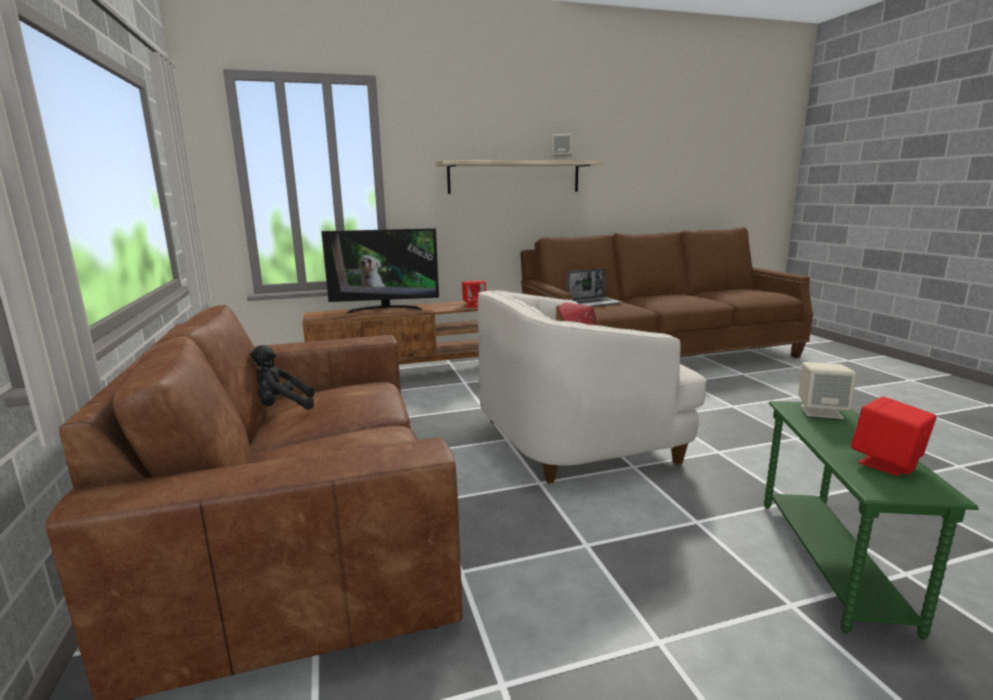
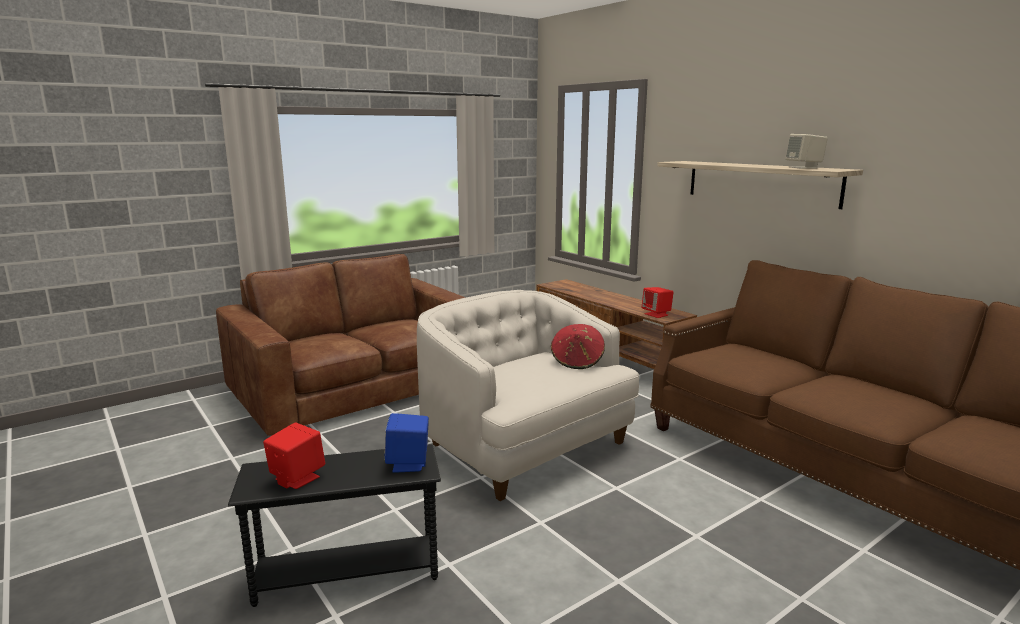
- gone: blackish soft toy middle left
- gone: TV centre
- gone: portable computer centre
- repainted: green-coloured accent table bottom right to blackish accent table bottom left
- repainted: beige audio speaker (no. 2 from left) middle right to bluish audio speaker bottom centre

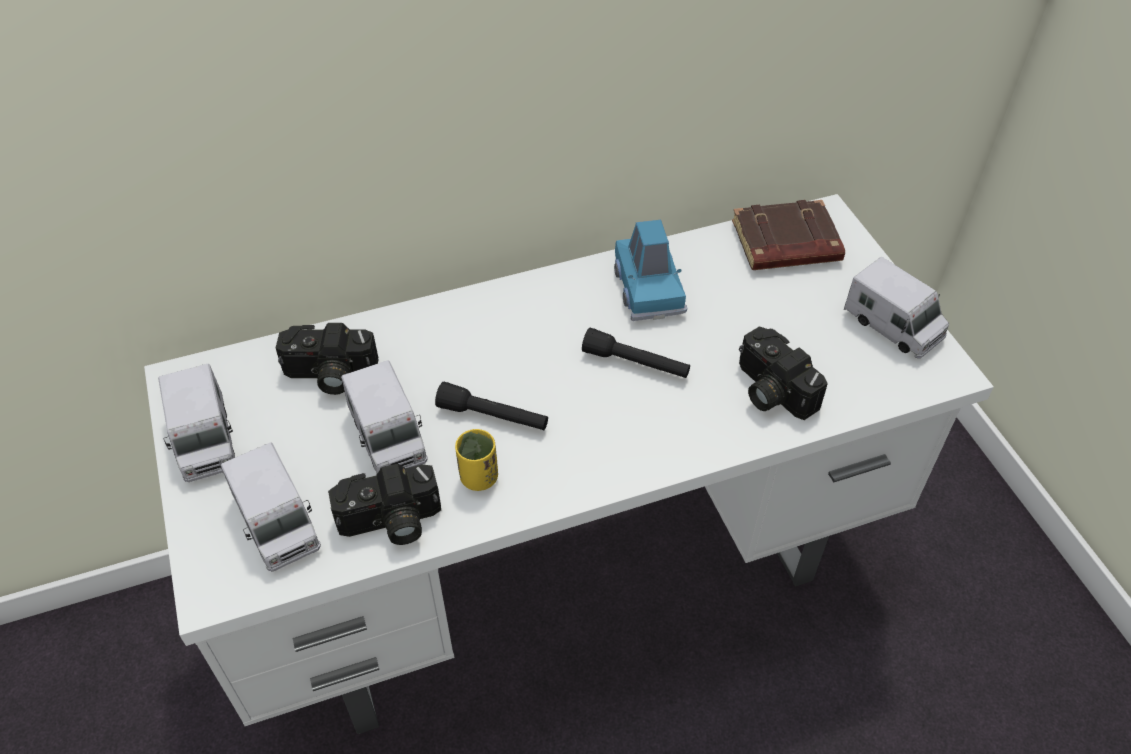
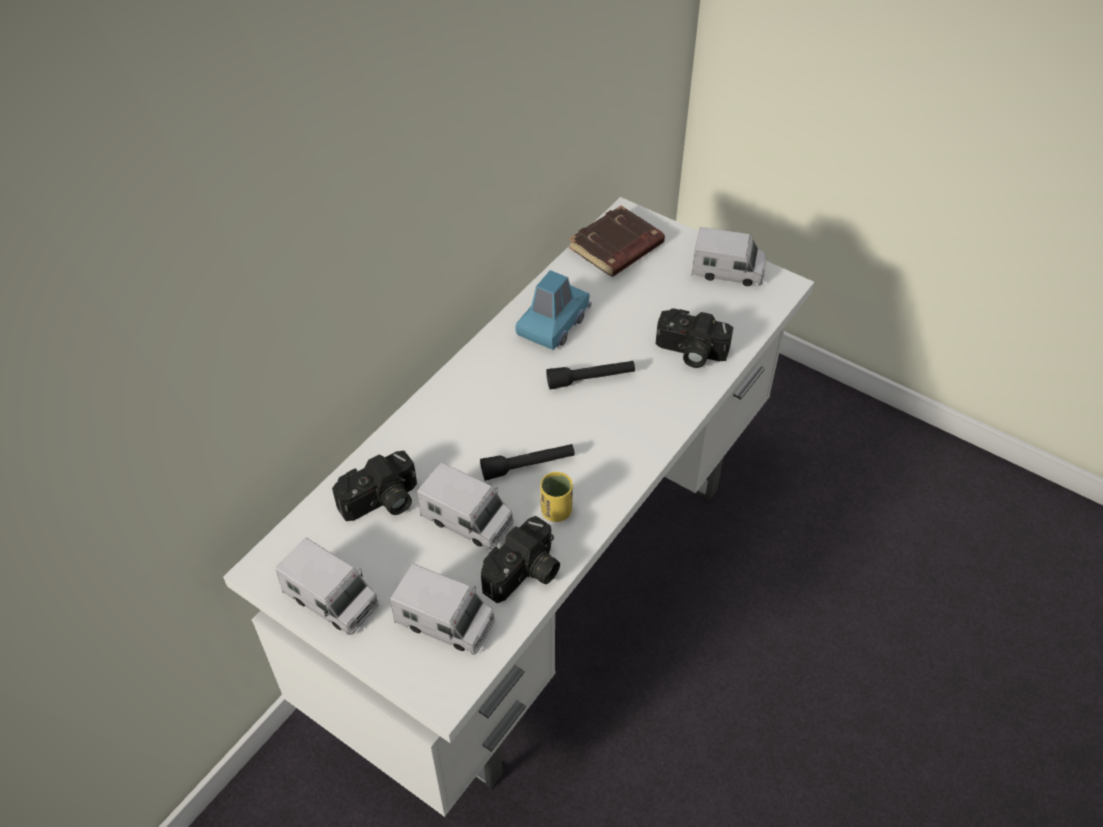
- rotated: bluish model car centre = centre 105 degrees counterclockwise

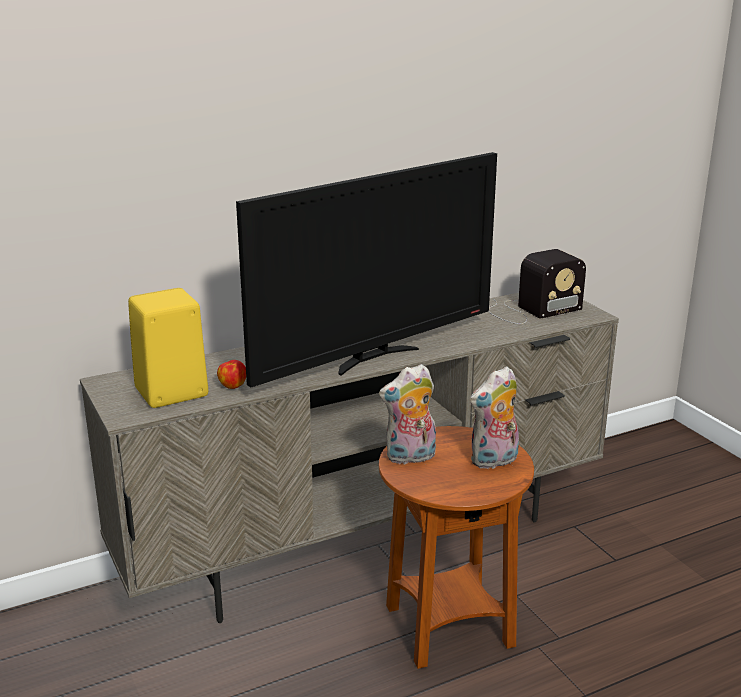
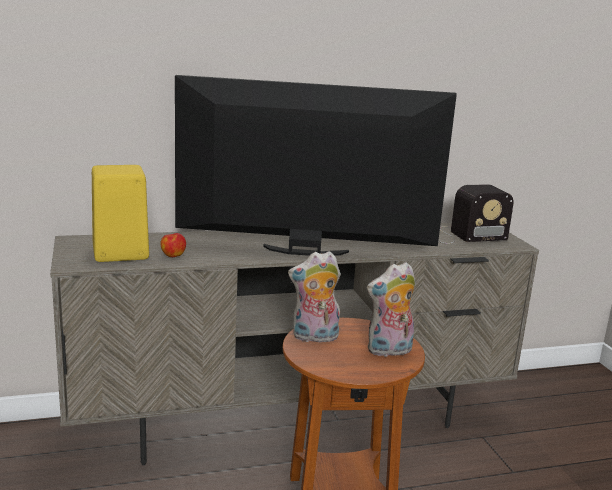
- rotated: TV centre = centre 150 degrees counterclockwise

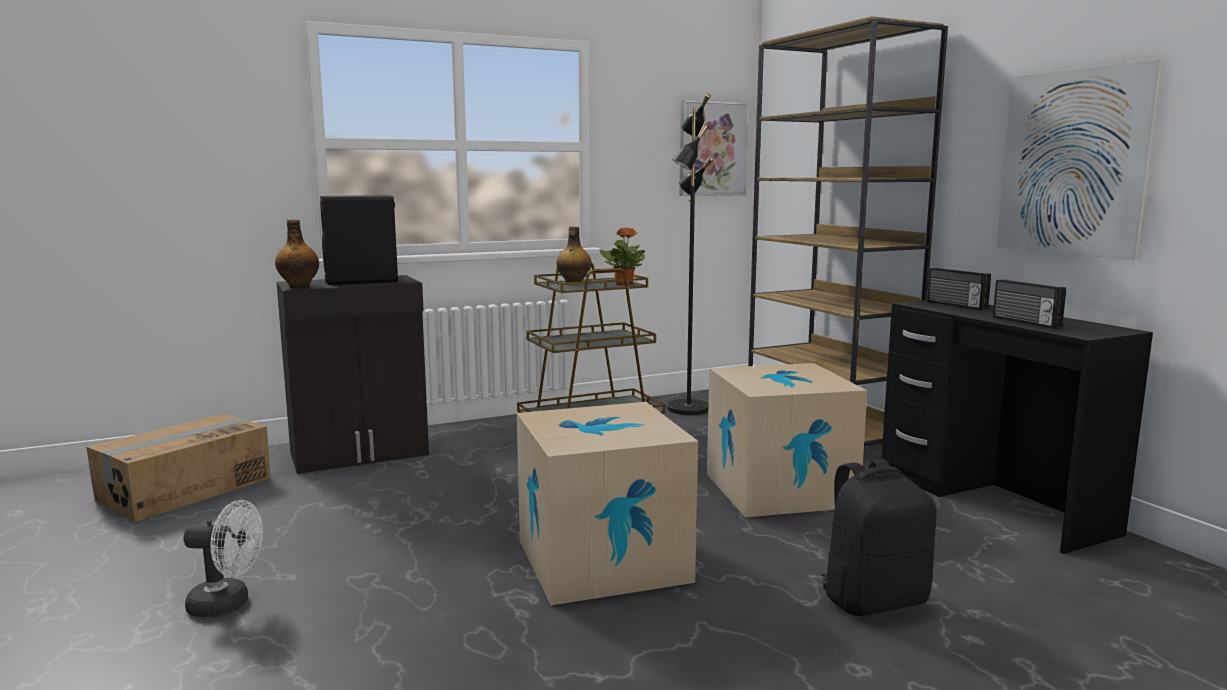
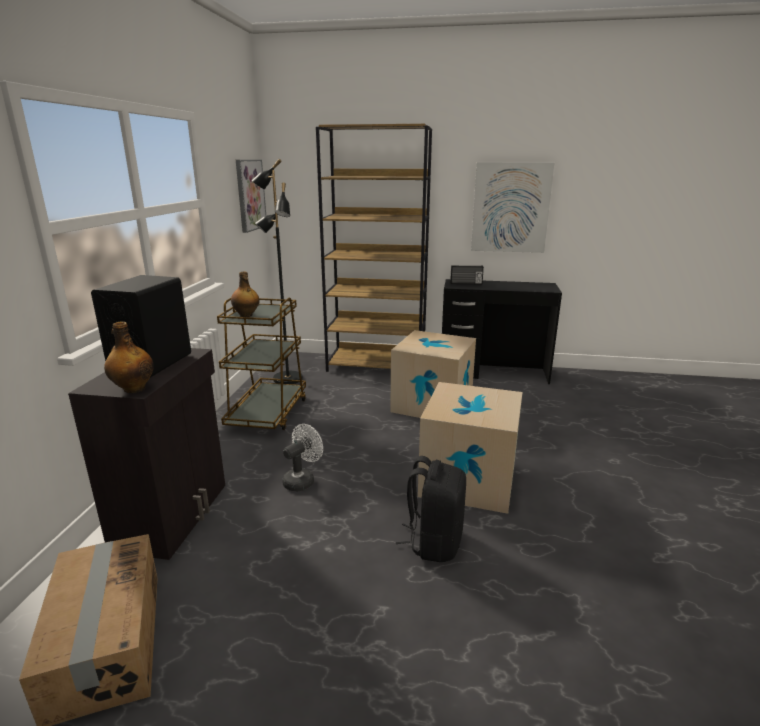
- shifted: whitish fan bottom left to centre
- gone: potted plant centre
- shifted: blackish rucksack bottom right to bottom centre
- gone: radio (no. 2 from left) middle right

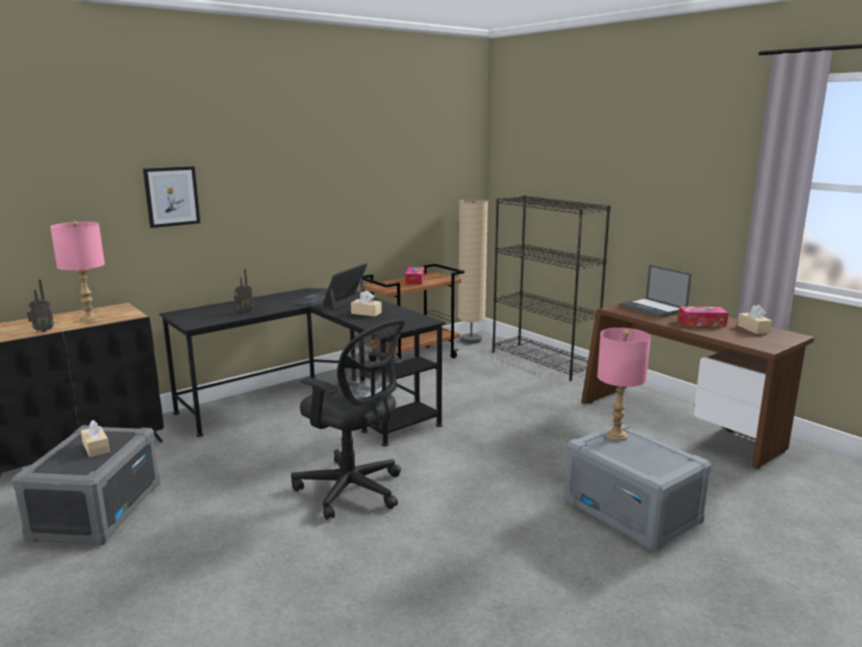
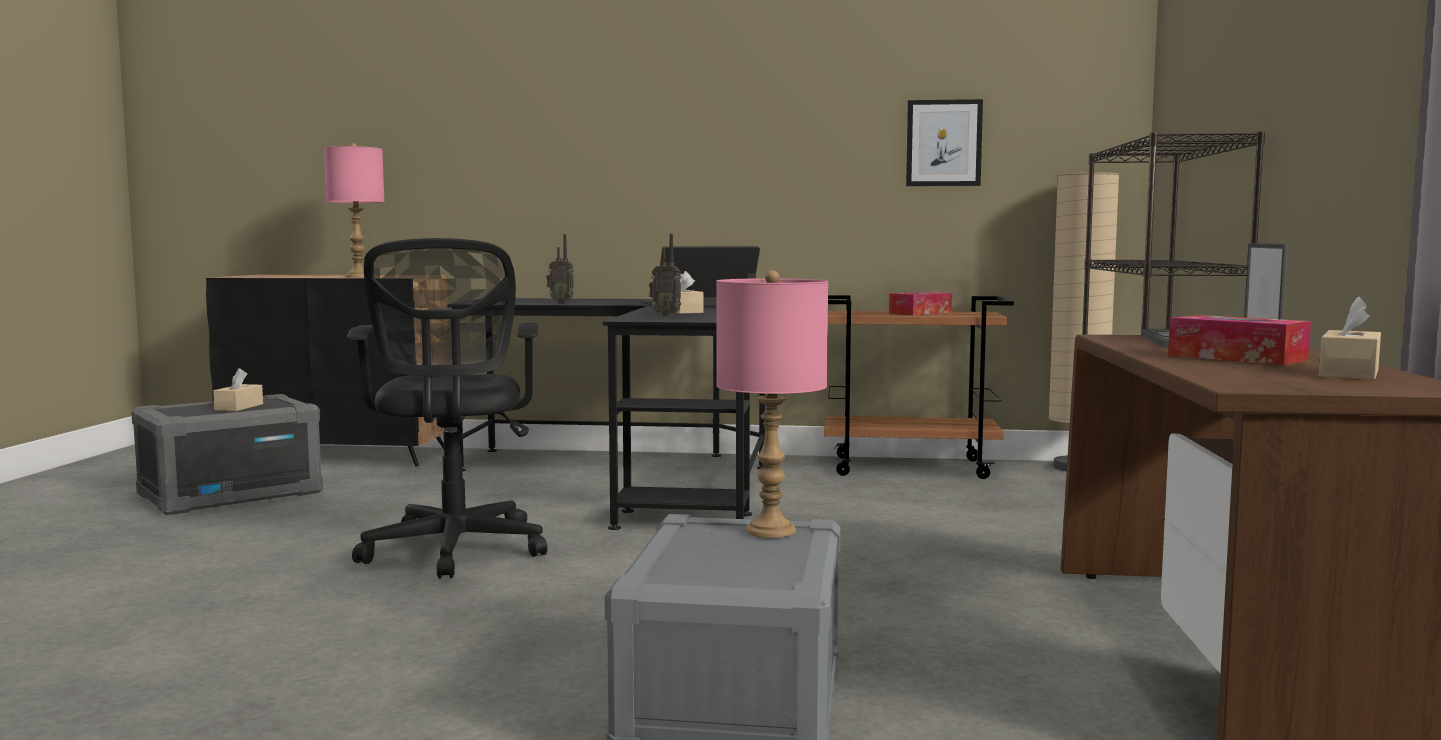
- shifted: radio (no. 1 from left in the first image) middle left to radio (no. 2 from left) centre
- shifted: wall picture top left to top centre

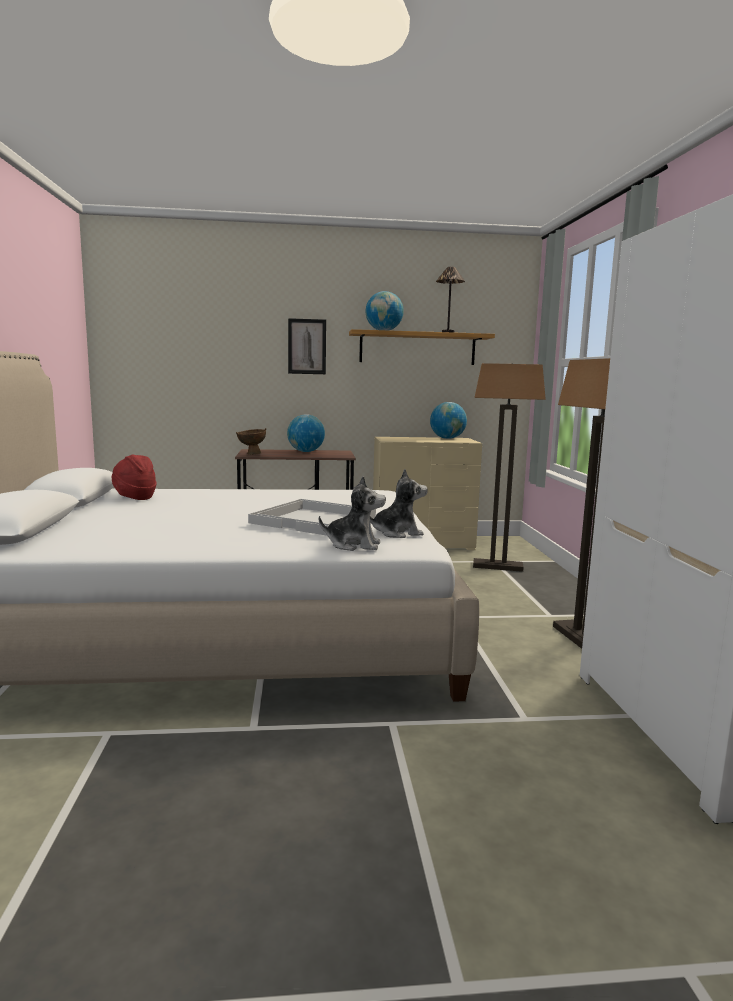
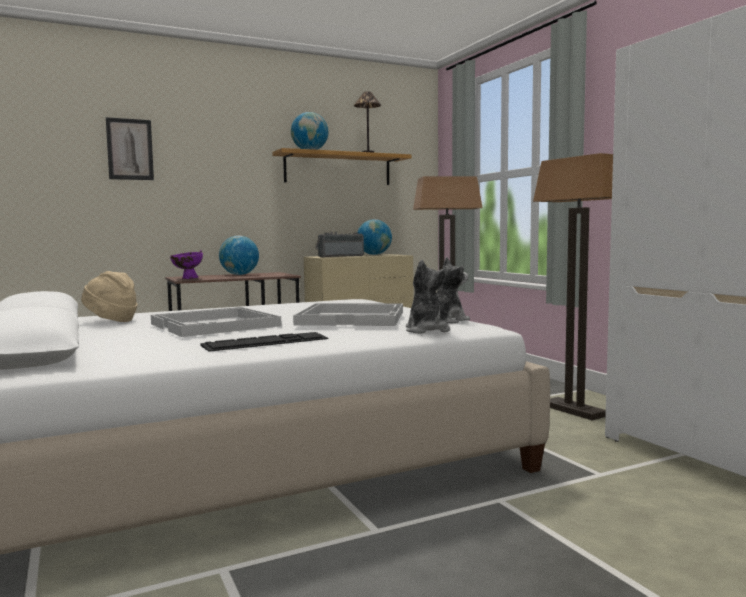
- repainted: reddish wearable hat middle left to beige wearable hat middle left
- repainted: brown bowl centre to purple bowl middle left
- shifted: wall picture centre to top left
- rotated: soft toy (no. 1 from left) centre = centre 90 degrees counterclockwise
- new: whitish serving tray (no. 1 from left) middle left
- new: keyboard centre
- new: radio centre

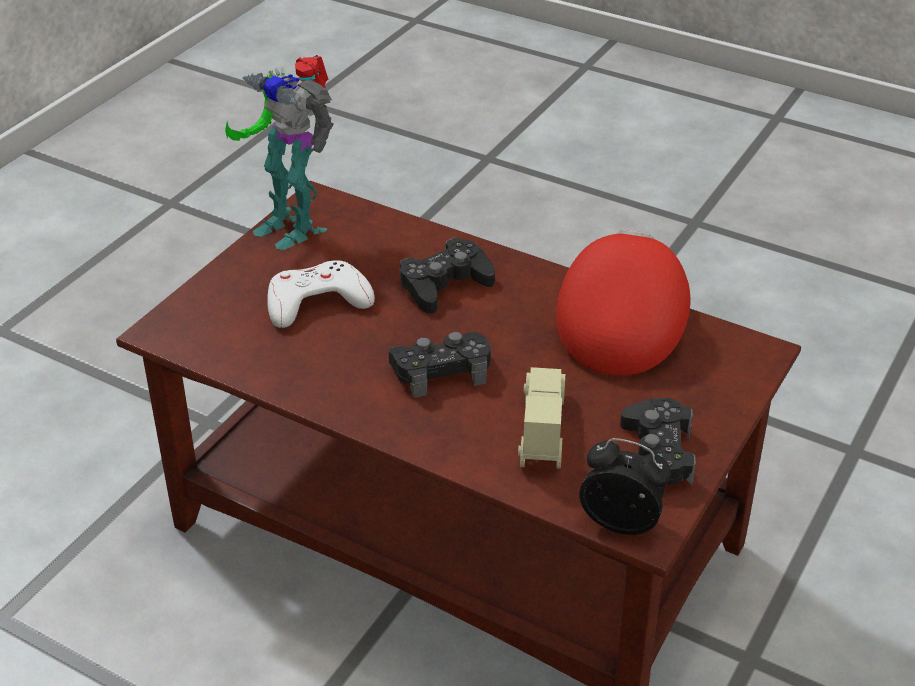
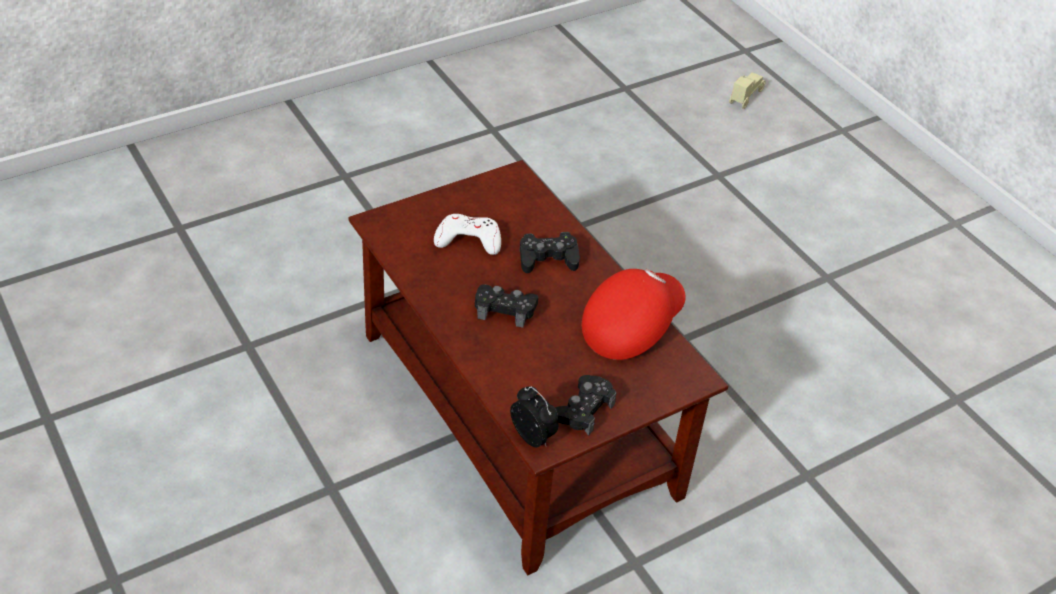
- gone: toy robot top left
- shifted: beige model car centre to top right

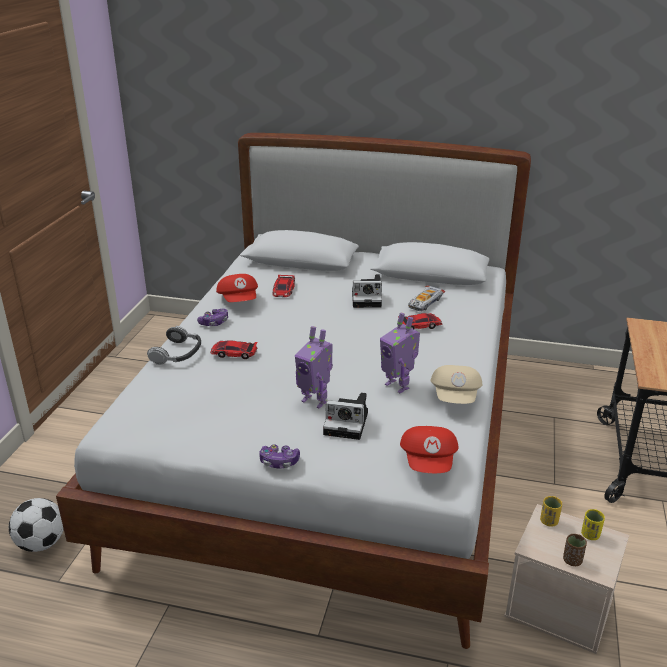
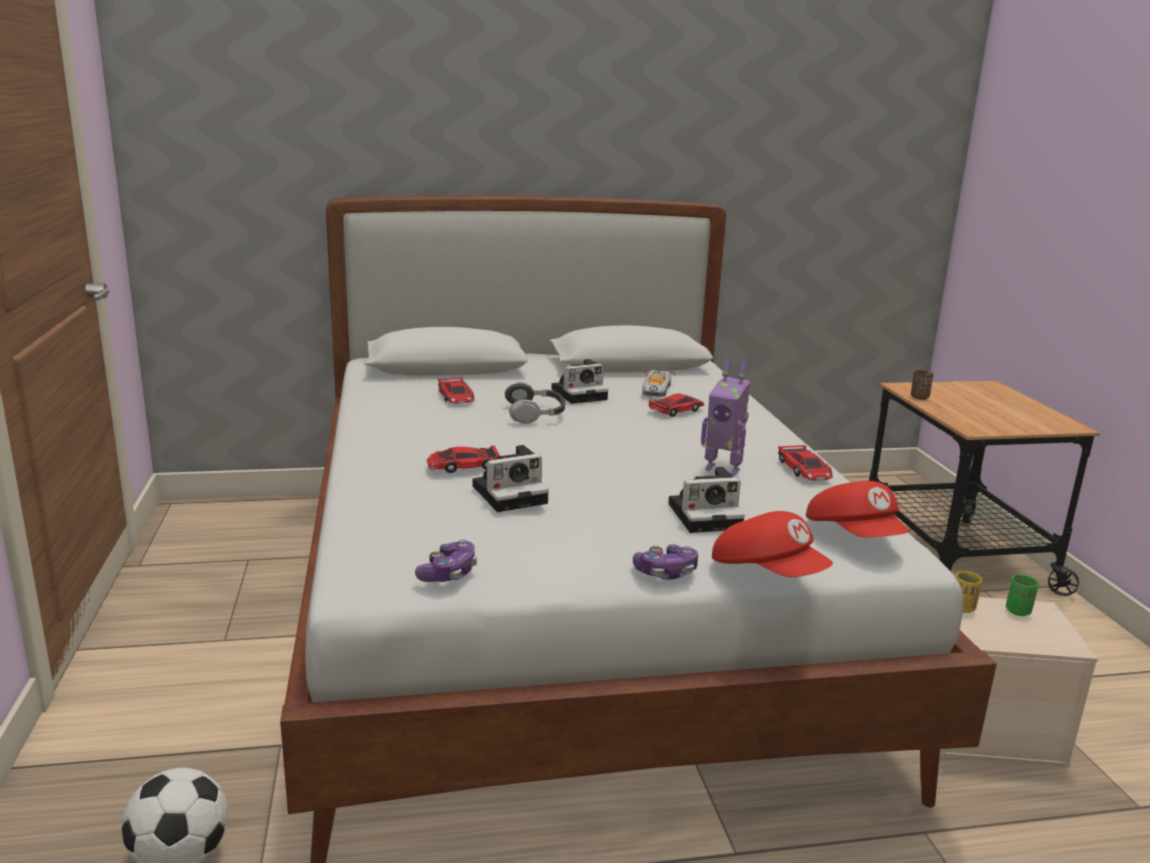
- shifted: headphones middle left to centre
- shifted: gamepad (no. 1 from left) middle left to centre
- shifted: reddish baseball cap (no. 1 from left) centre to middle right
- gone: toy robot (no. 1 from left) centre
- swapped: beige baseball cap middle right to model car (no. 5 from left) middle right
- shifted: brown small cup bottom right to middle right
- repainted: yellow small cup (no. 2 from left) bottom right to green-coloured small cup bottom right
- new: photo camera (no. 1 from left) centre

